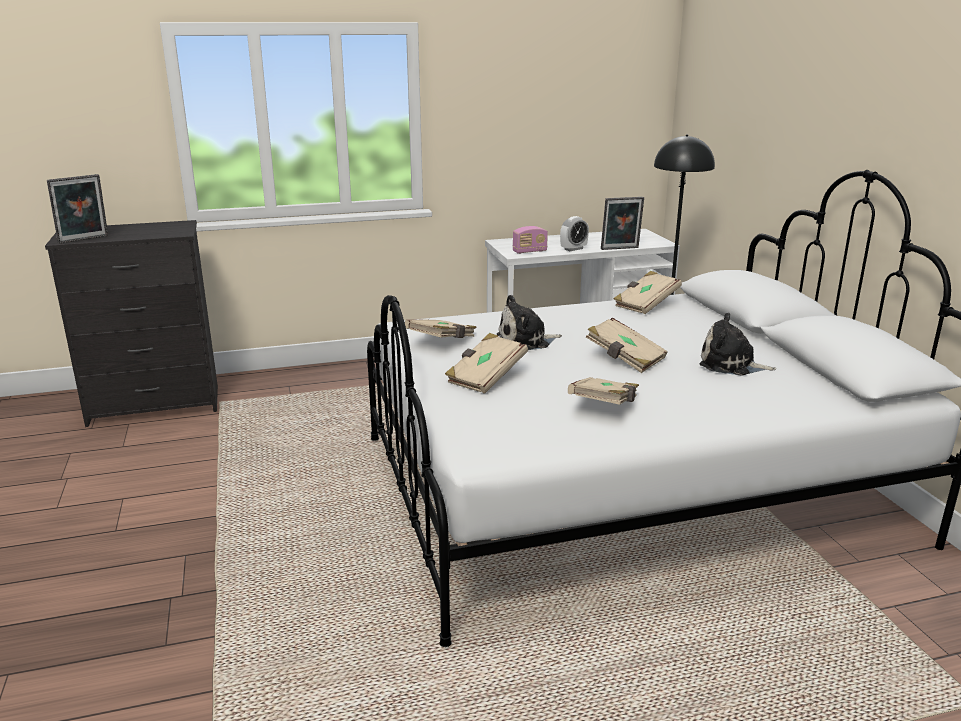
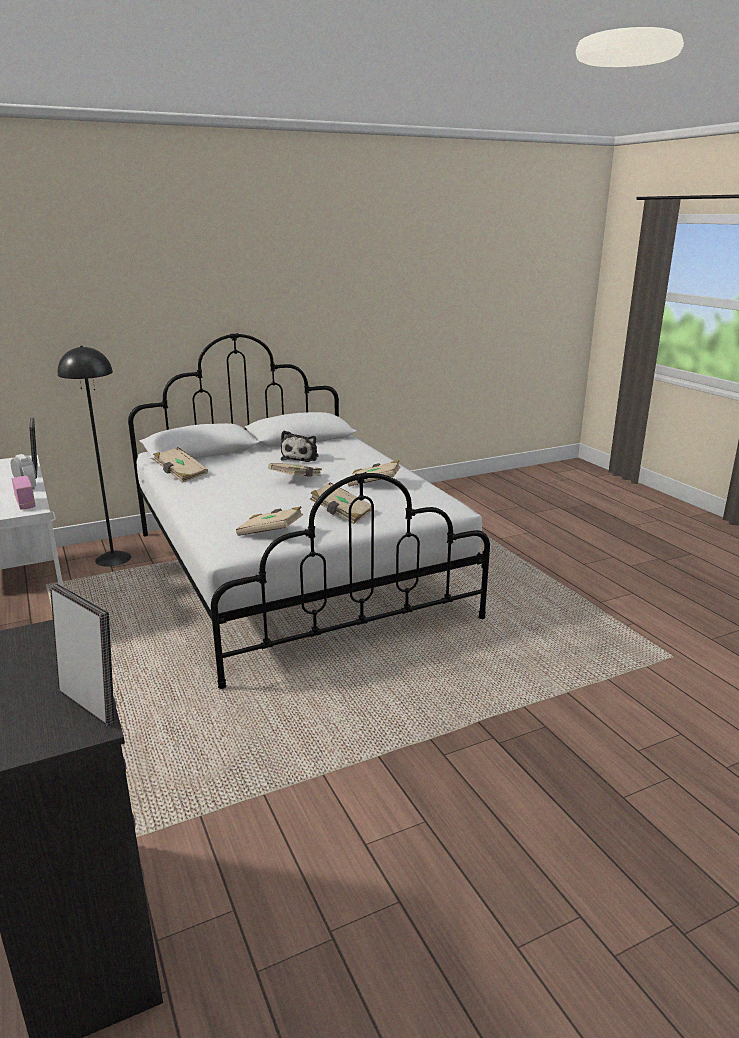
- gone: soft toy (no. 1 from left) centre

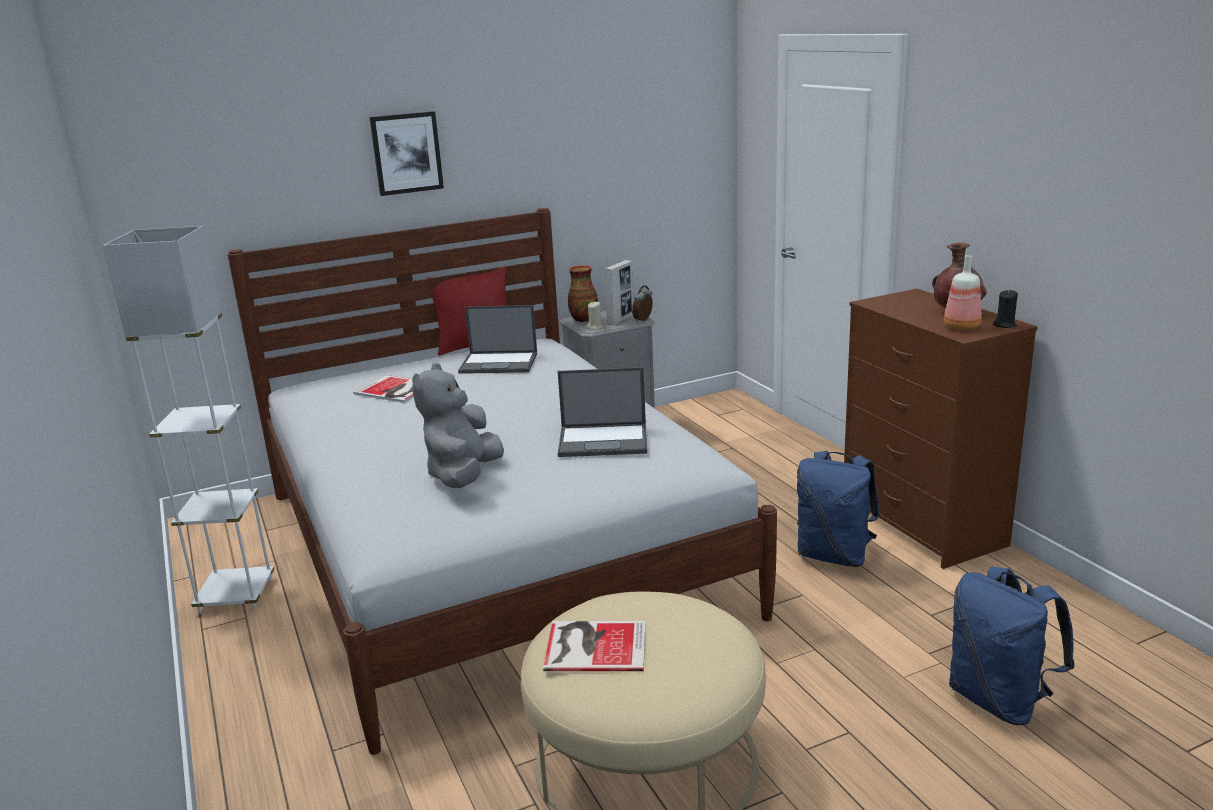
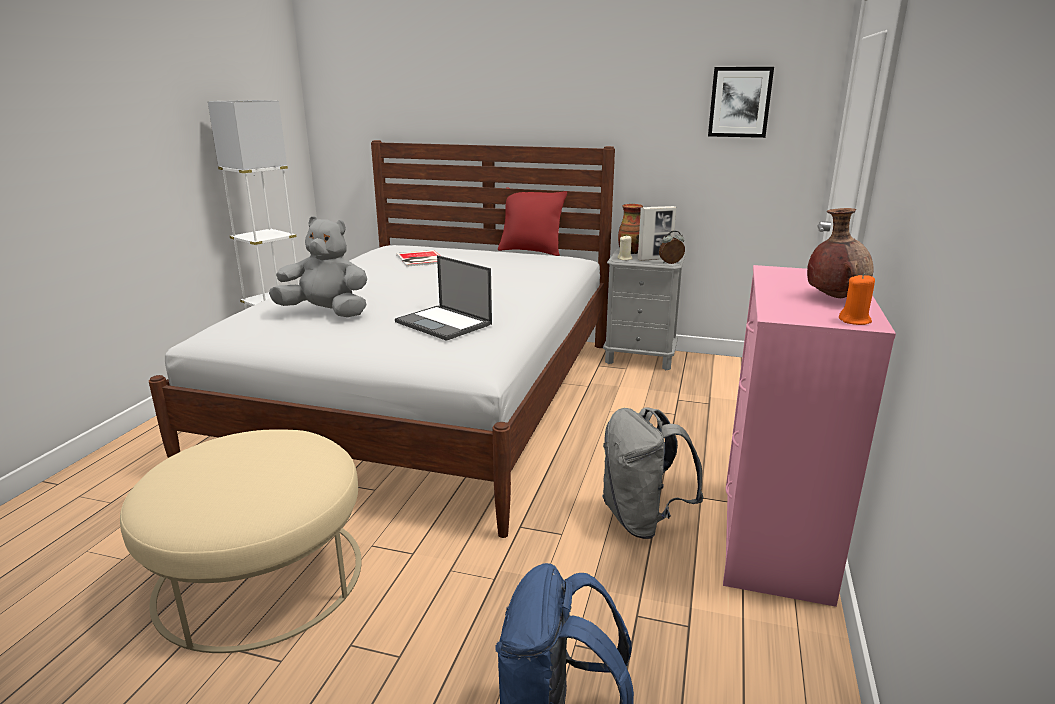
- shifted: wall picture top centre to top right
- rotated: grey soft toy centre = middle left 45 degrees clockwise
- gone: portable computer (no. 1 from left) centre
- gone: bound book (no. 2 from left) bottom centre
- repainted: bluish rucksack (no. 1 from left) middle right to grey rucksack bottom centre
- repainted: brown dresser middle right to pink dresser middle right
- gone: drink bottle middle right
- repainted: blackish candle middle right to orange candle middle right

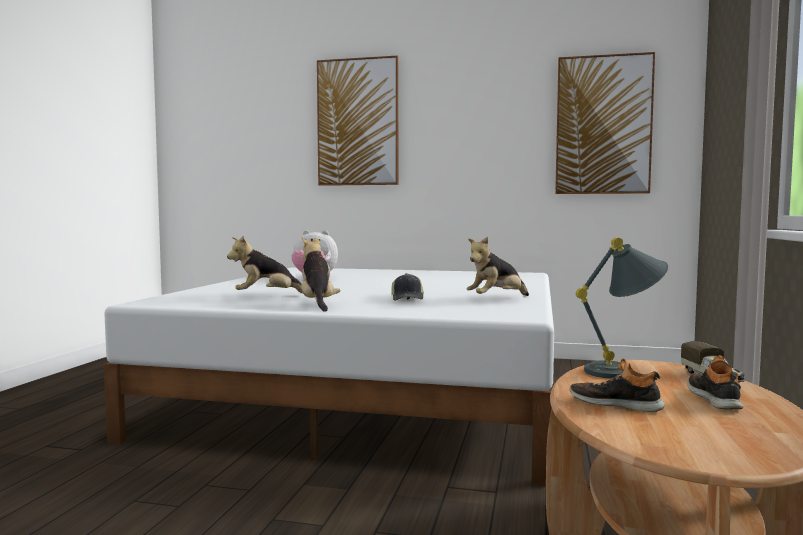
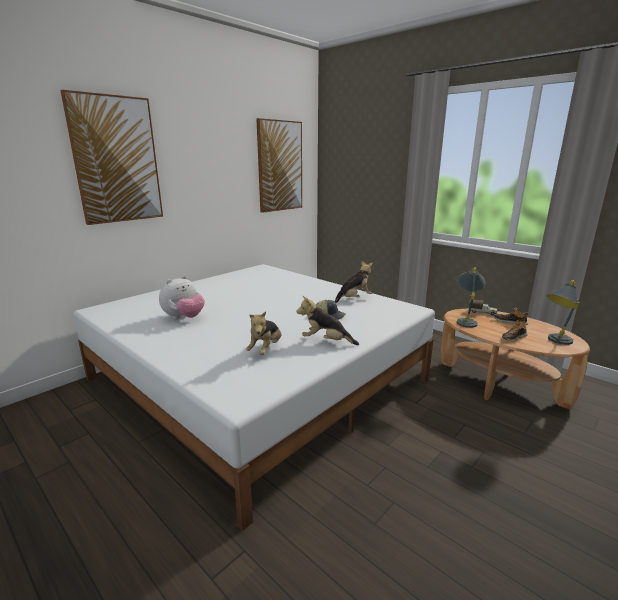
- rotated: soft toy (no. 4 from left) centre = centre 120 degrees counterclockwise
- new: grey table lamp (no. 2 from left) middle right

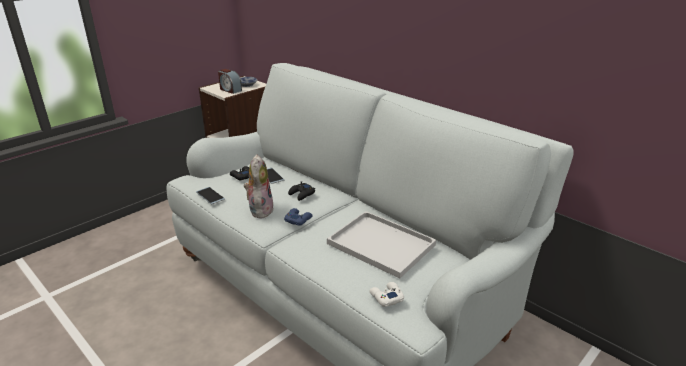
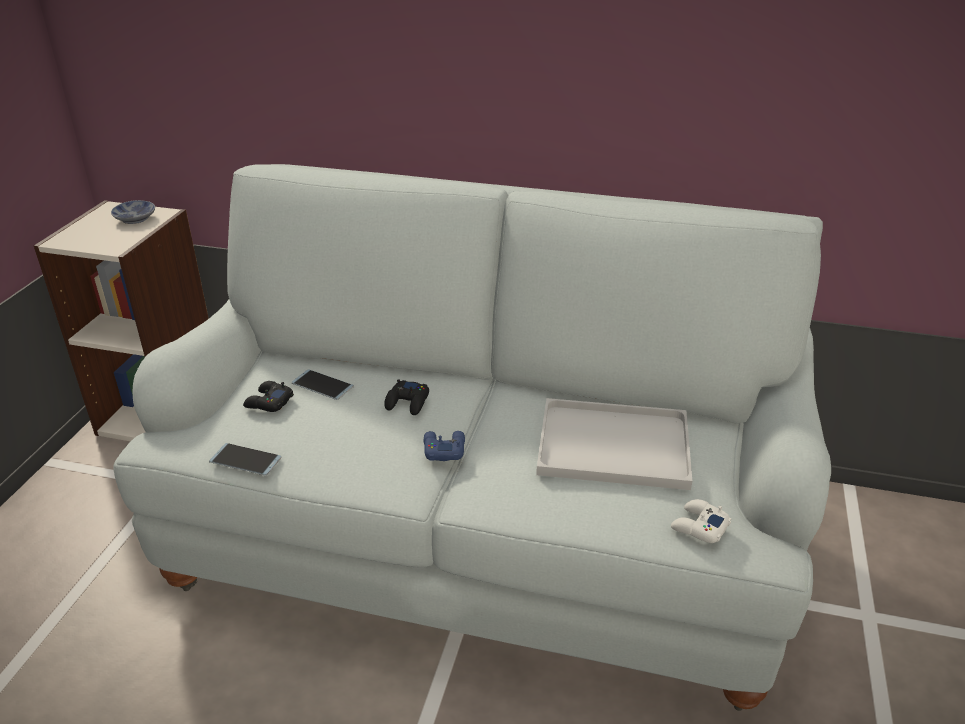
- gone: table clock top centre
- gone: soft toy centre

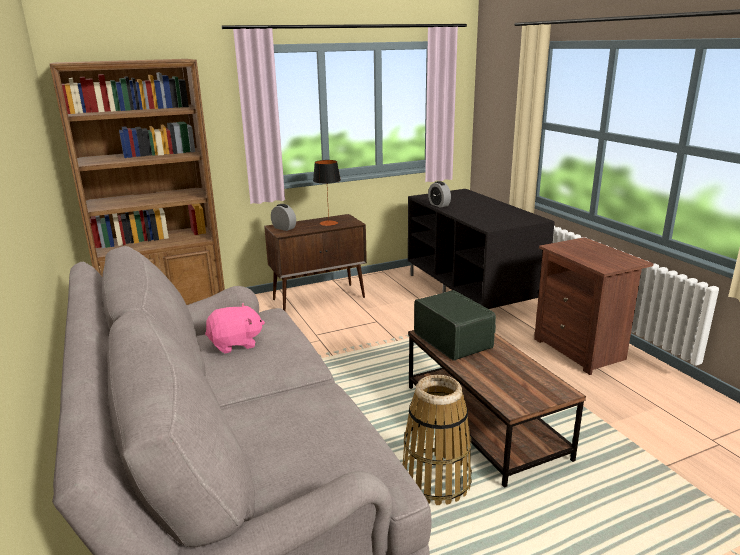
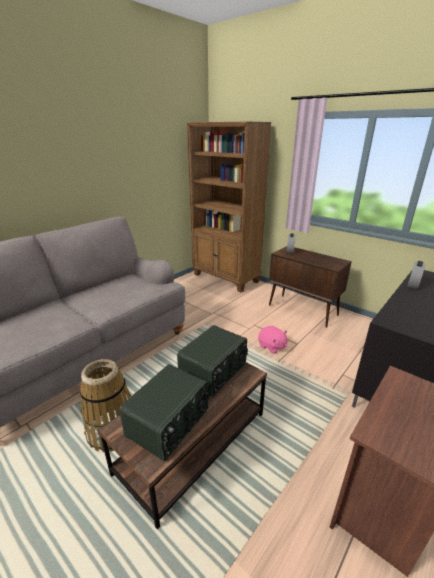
- shifted: pink soft toy middle left to centre
- gone: table lamp centre
- new: radio (no. 1 from left) bottom centre

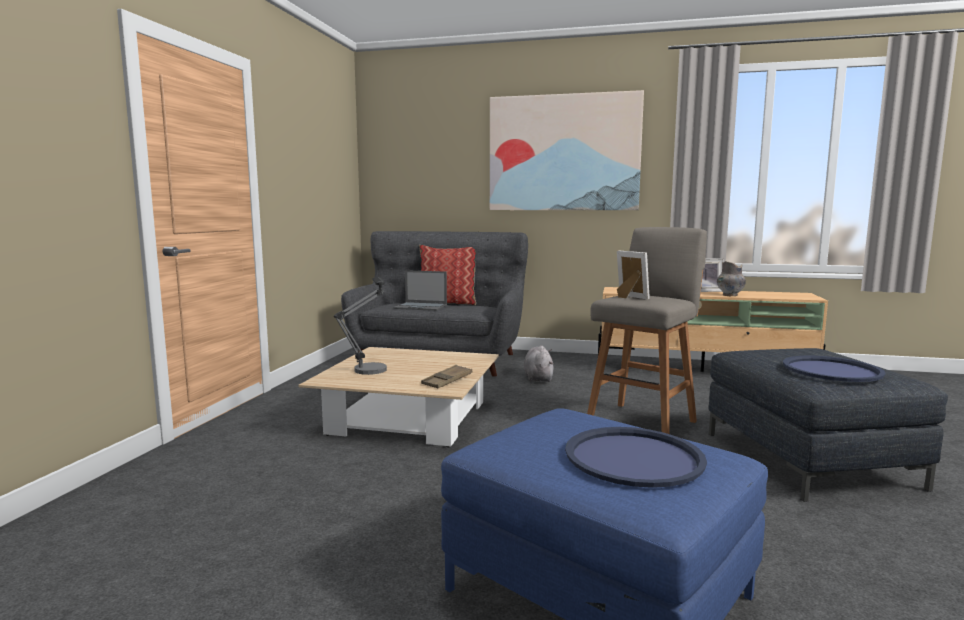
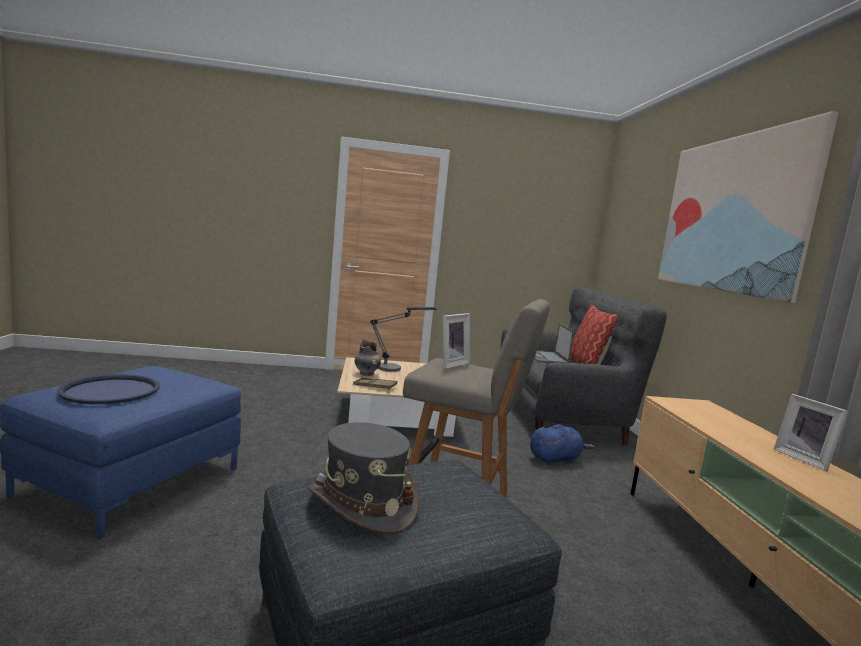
- repainted: grey soft toy centre to bluish soft toy bottom centre
- shifted: grey decorative vase middle right to centre
- swapped: bluish serving tray (no. 2 from left) middle right to grey wearable hat bottom centre

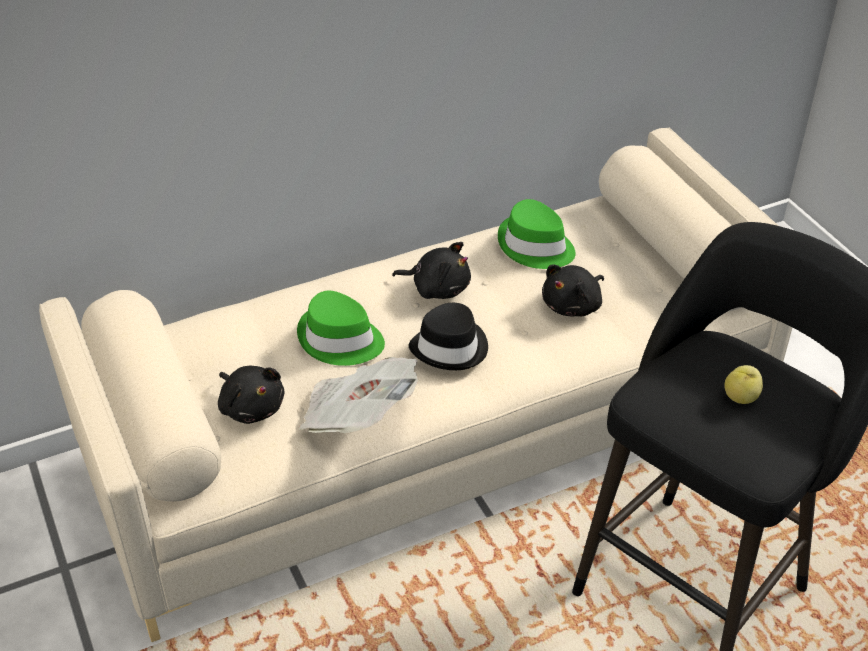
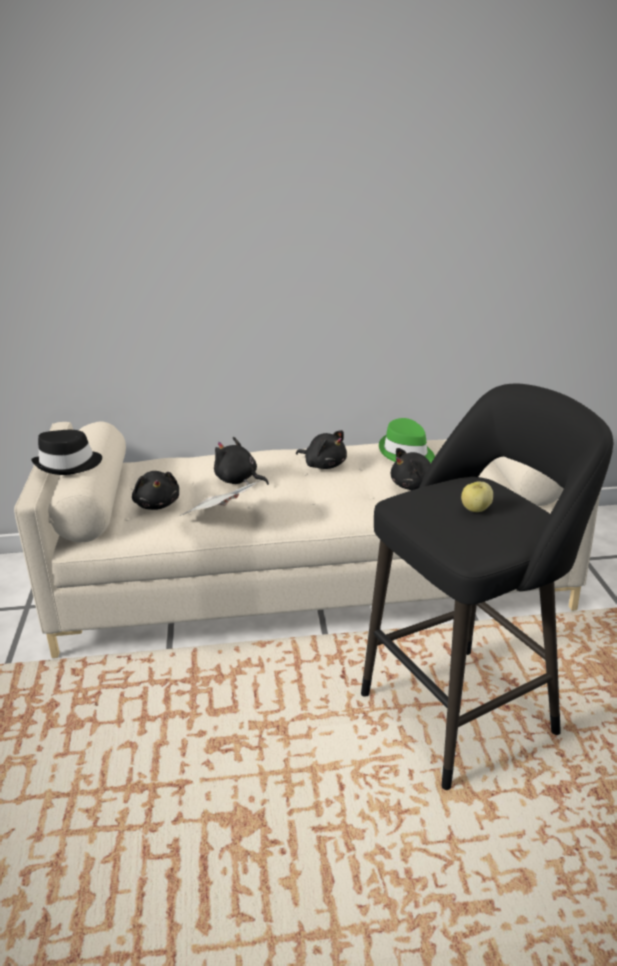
- swapped: green-coloured wearable hat (no. 1 from left) centre to blackish soft toy (no. 2 from left) centre
- shifted: blackish wearable hat centre to middle left

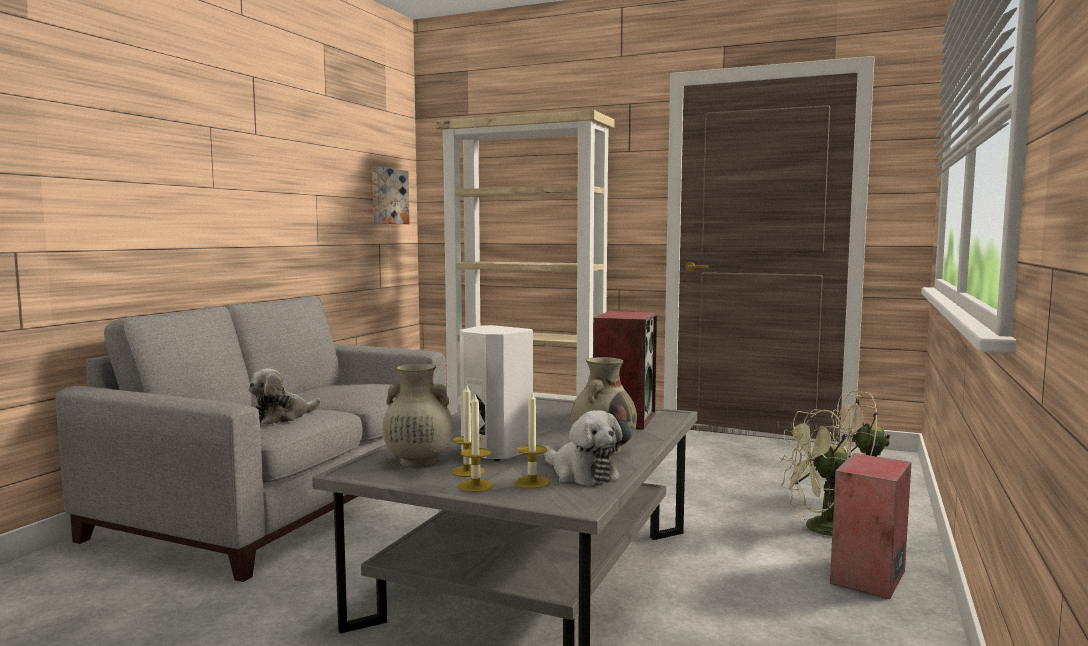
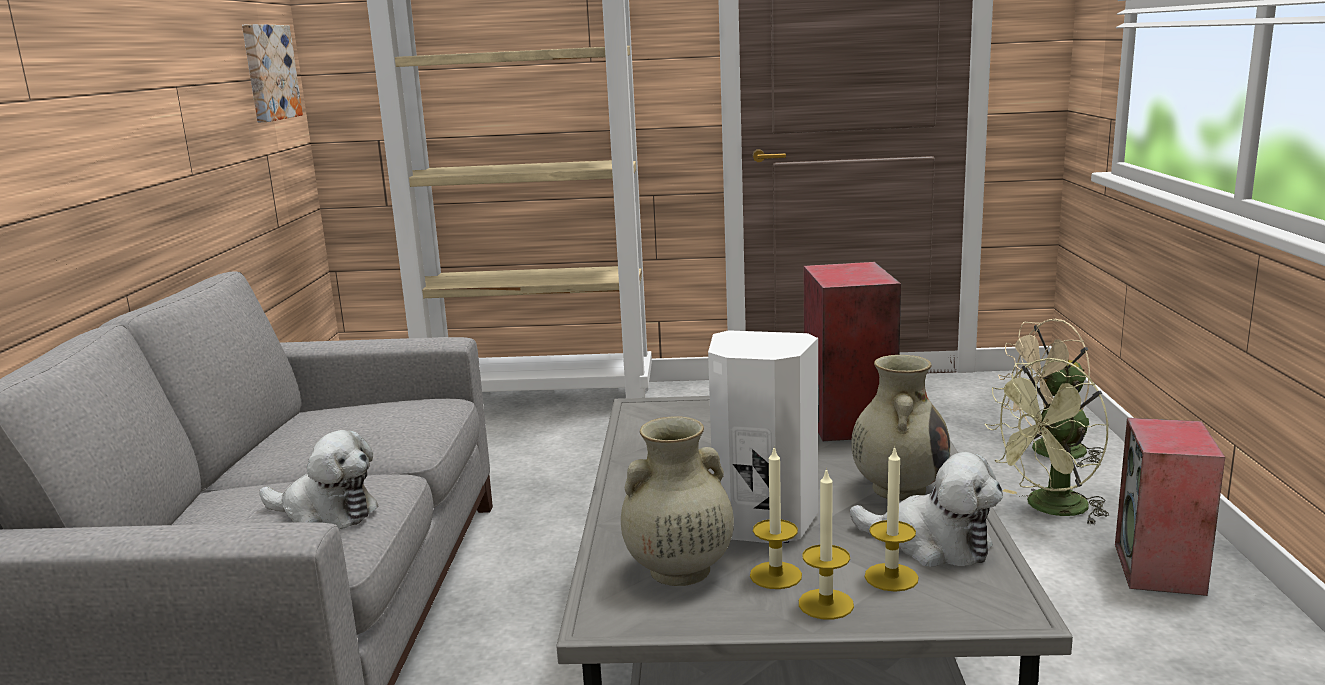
- rotated: soft toy (no. 1 from left) middle left = bottom left 90 degrees counterclockwise

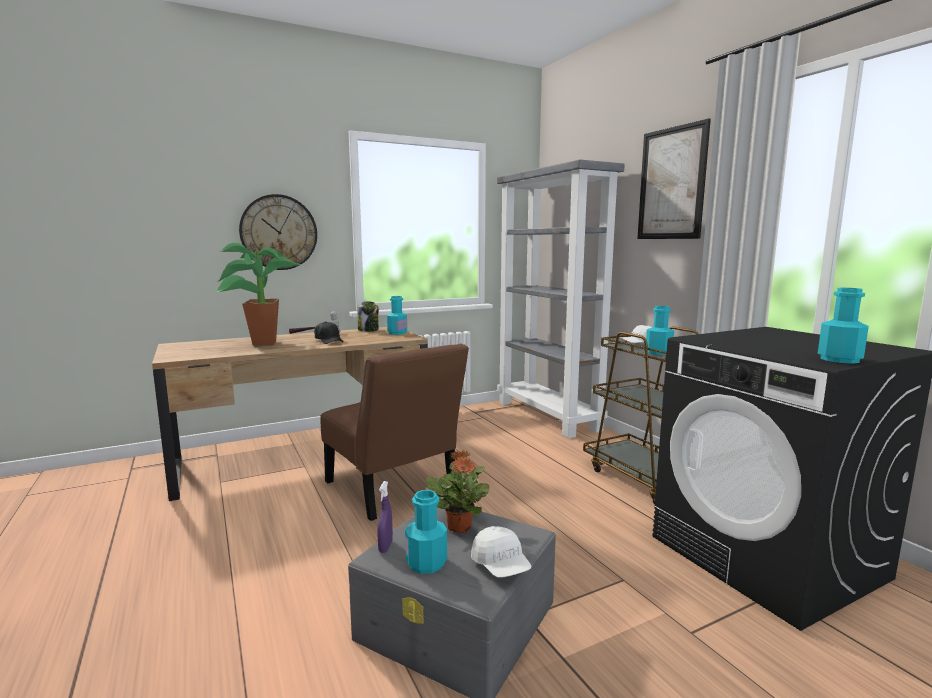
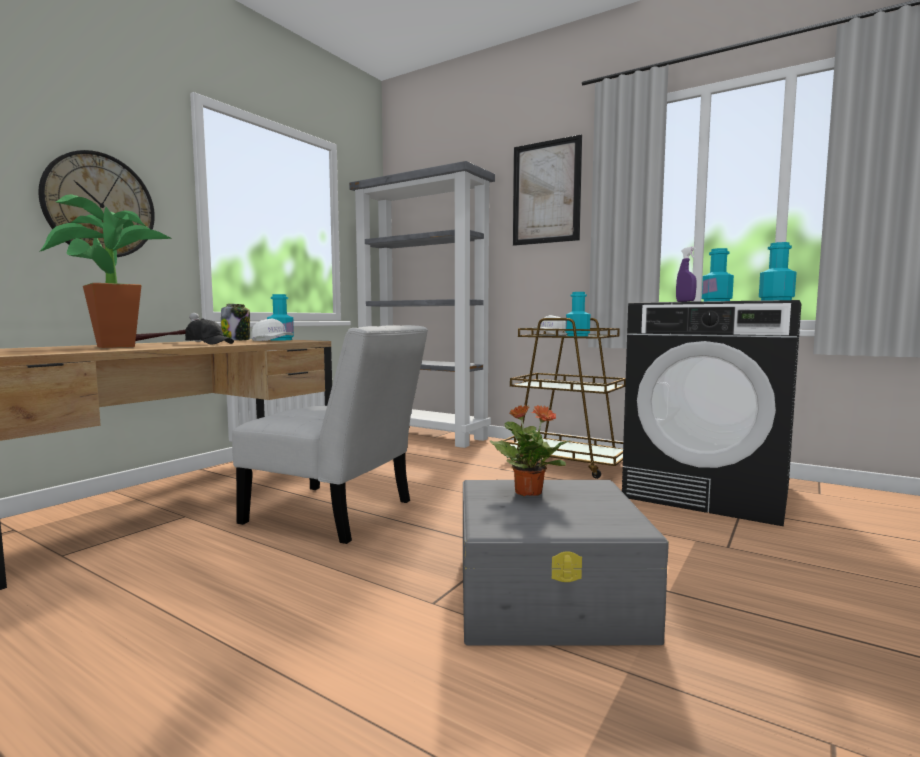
- repainted: brown plain chair centre to whitish plain chair centre
- shifted: purple hand sprayer bottom centre to middle right
- shifted: blue-green drink bottle (no. 2 from left in the first image) bottom centre to blue-green drink bottle (no. 3 from left) middle right
- shifted: whitish baseball cap (no. 1 from left) bottom centre to middle left

